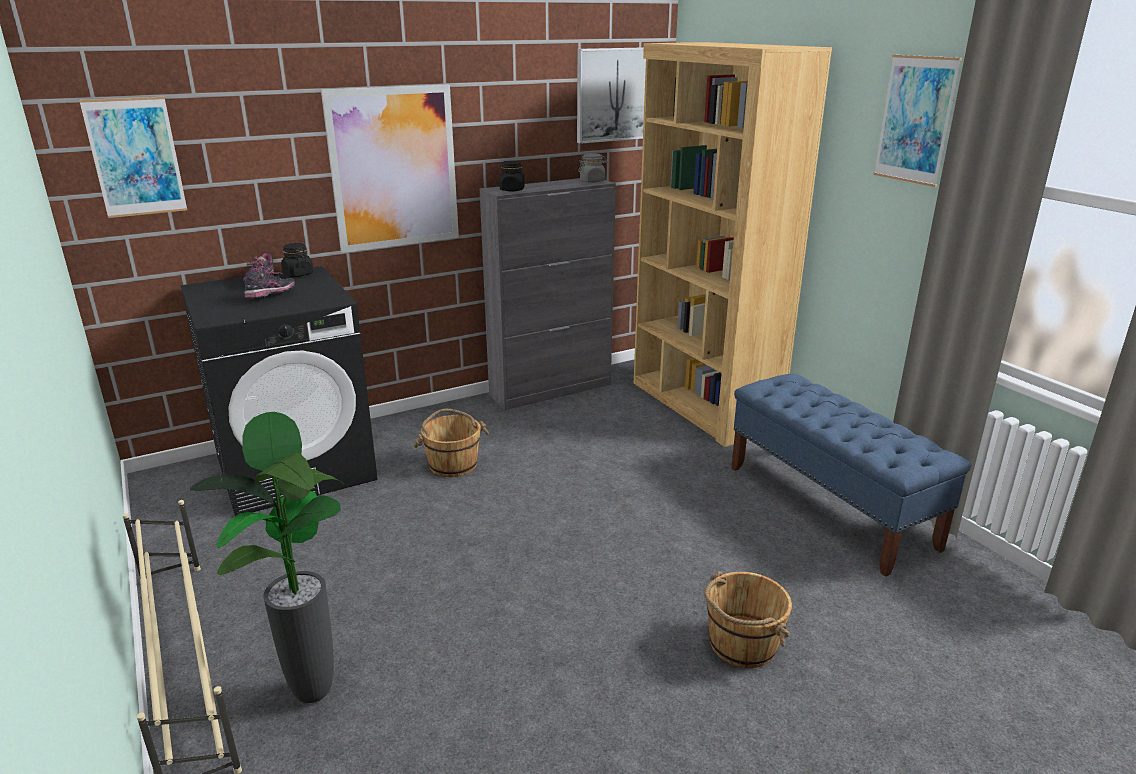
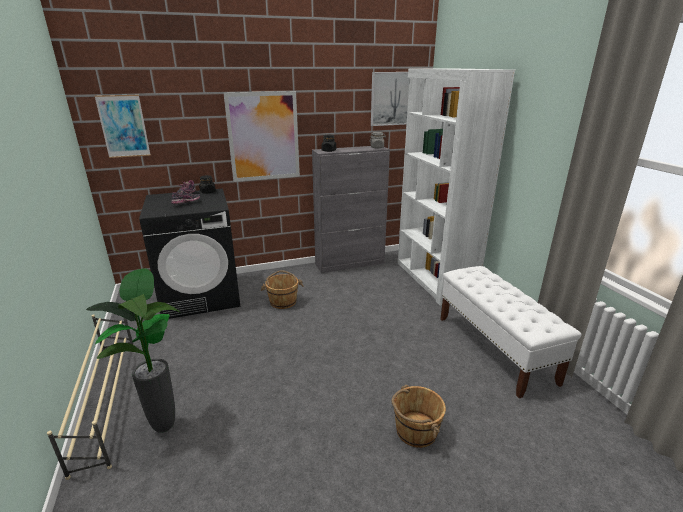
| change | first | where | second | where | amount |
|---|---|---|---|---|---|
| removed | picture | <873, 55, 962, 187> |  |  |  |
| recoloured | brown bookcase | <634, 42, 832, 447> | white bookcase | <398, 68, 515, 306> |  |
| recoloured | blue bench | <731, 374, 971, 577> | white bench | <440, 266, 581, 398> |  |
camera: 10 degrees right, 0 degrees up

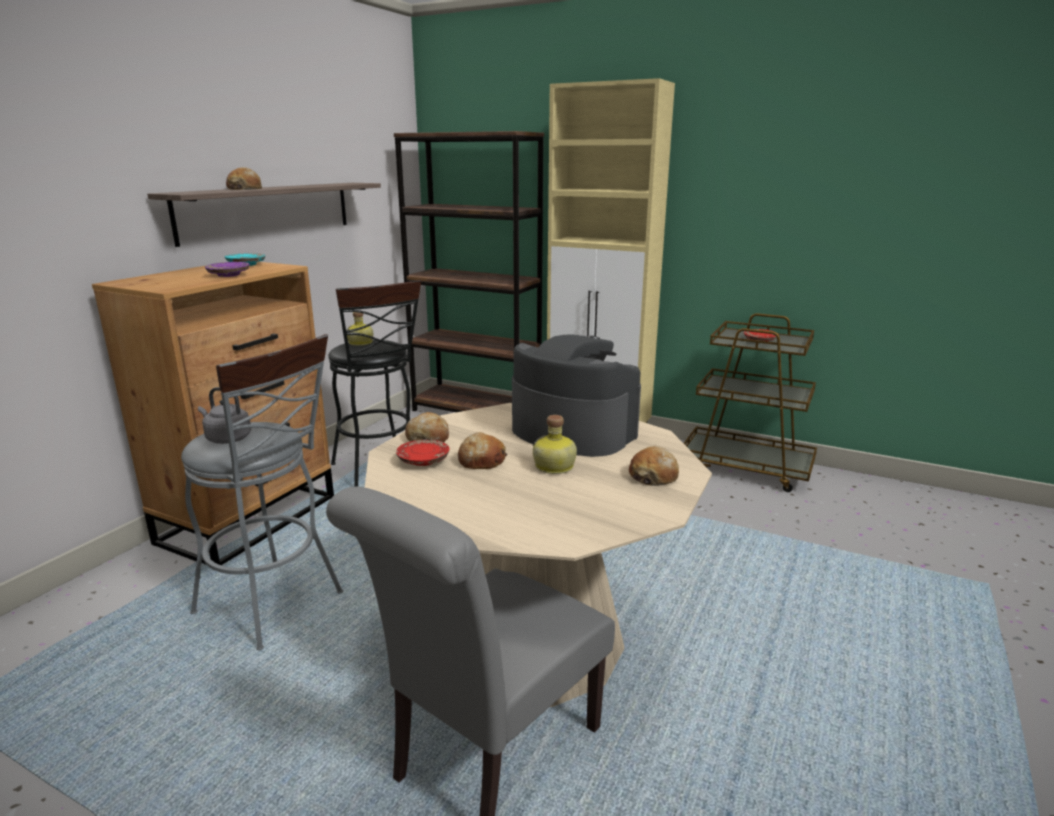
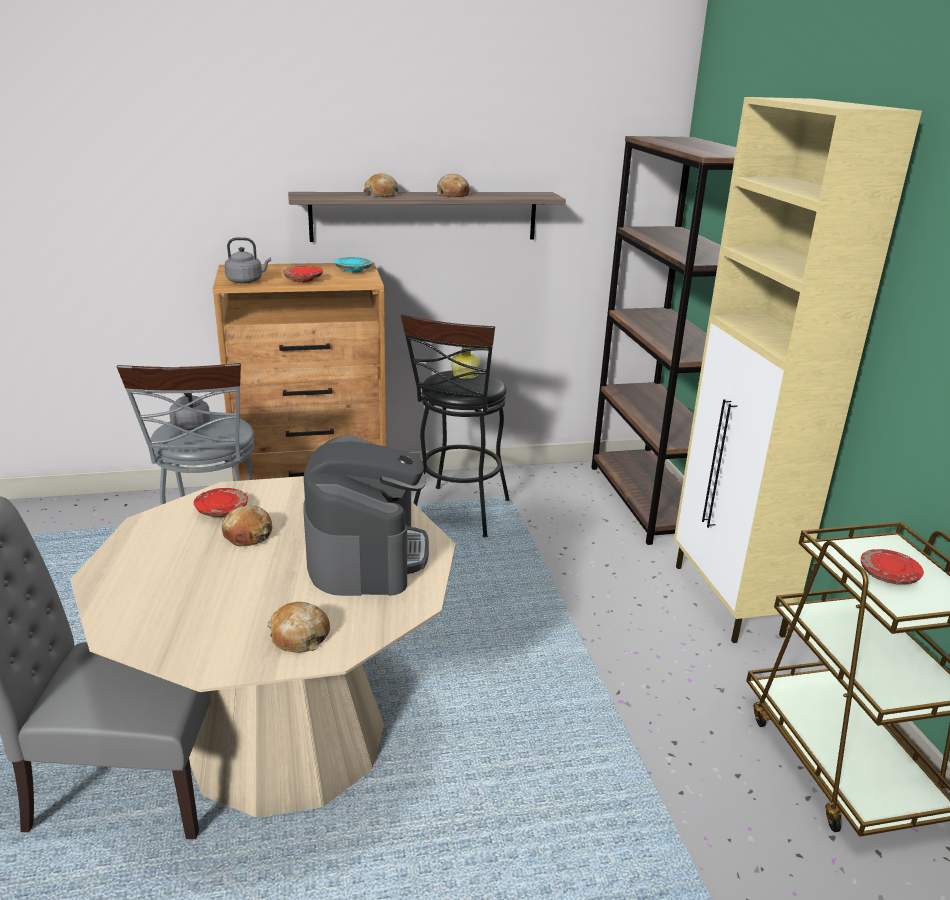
| change | first | where | second | where | amount |
|---|---|---|---|---|---|
| removed | bottle | <533, 415, 577, 474> |  |  |  |
| added |  |  | grey kettle | <225, 237, 271, 284> |  |
| moved | bread | <405, 412, 449, 442> |  | <437, 174, 470, 197> |  |
| recoloured | purple plate | <205, 262, 249, 277> | red plate | <283, 266, 323, 282> |  |
camera: 50 degrees right, 5 degrees up

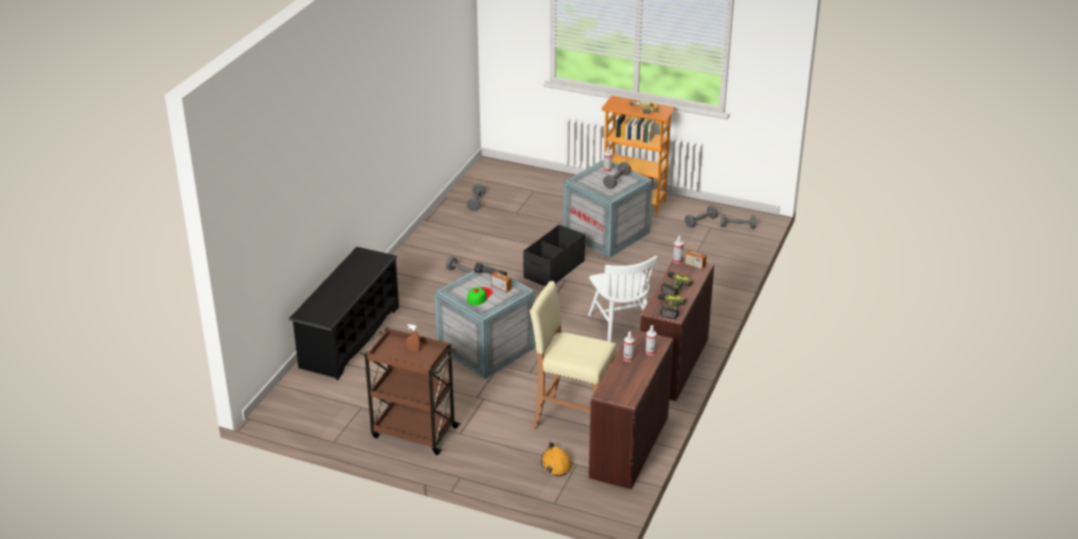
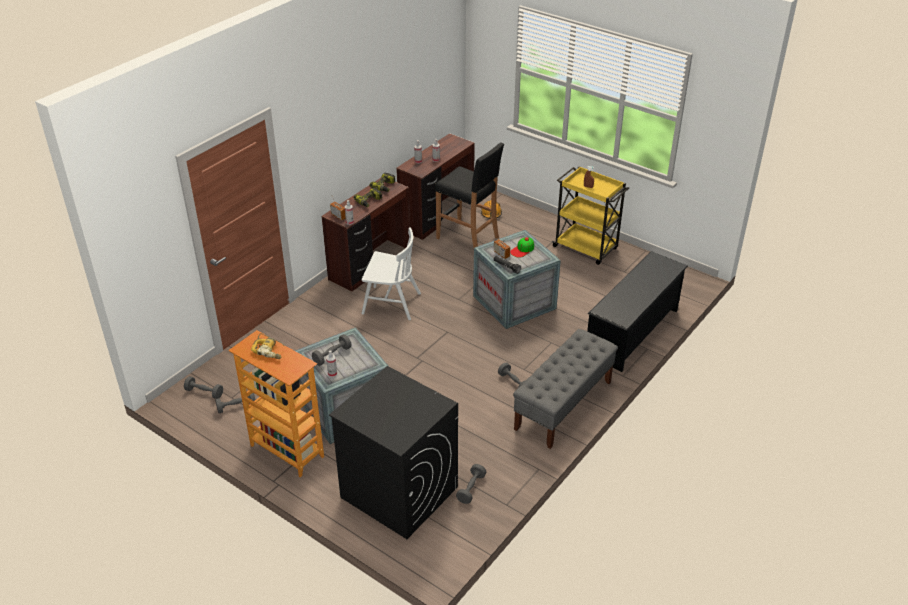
| change | first | where | second | where | amount |
|---|---|---|---|---|---|
| removed | black storage box | <523, 225, 585, 287> |  |  |  |
| added |  |  | black washing machine | <329, 366, 458, 539> |  |
| added |  |  | grey bench | <513, 329, 618, 449> |  |
| recoloured | brown cart | <360, 327, 461, 455> | yellow cart | <551, 166, 629, 265> |  |
| recoloured | beige stool | <530, 281, 617, 429> | black stool | <435, 142, 504, 248> |  |
| turned | white chair | <588, 256, 657, 342> |  | <361, 227, 421, 320> | 105 degrees clockwise |
camera: 165 degrees left, 5 degrees up

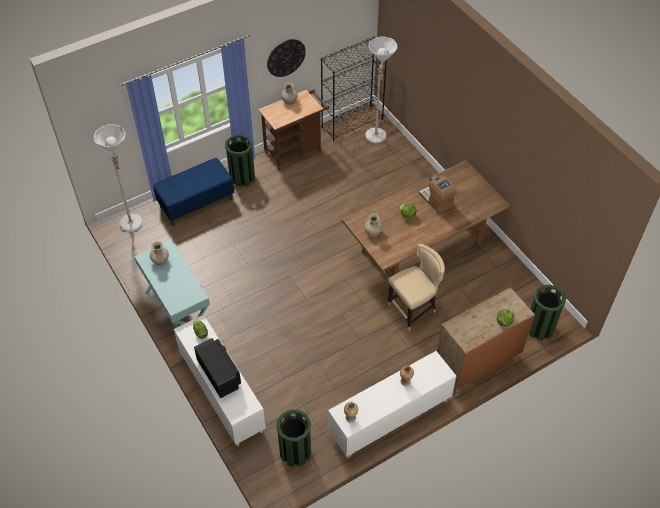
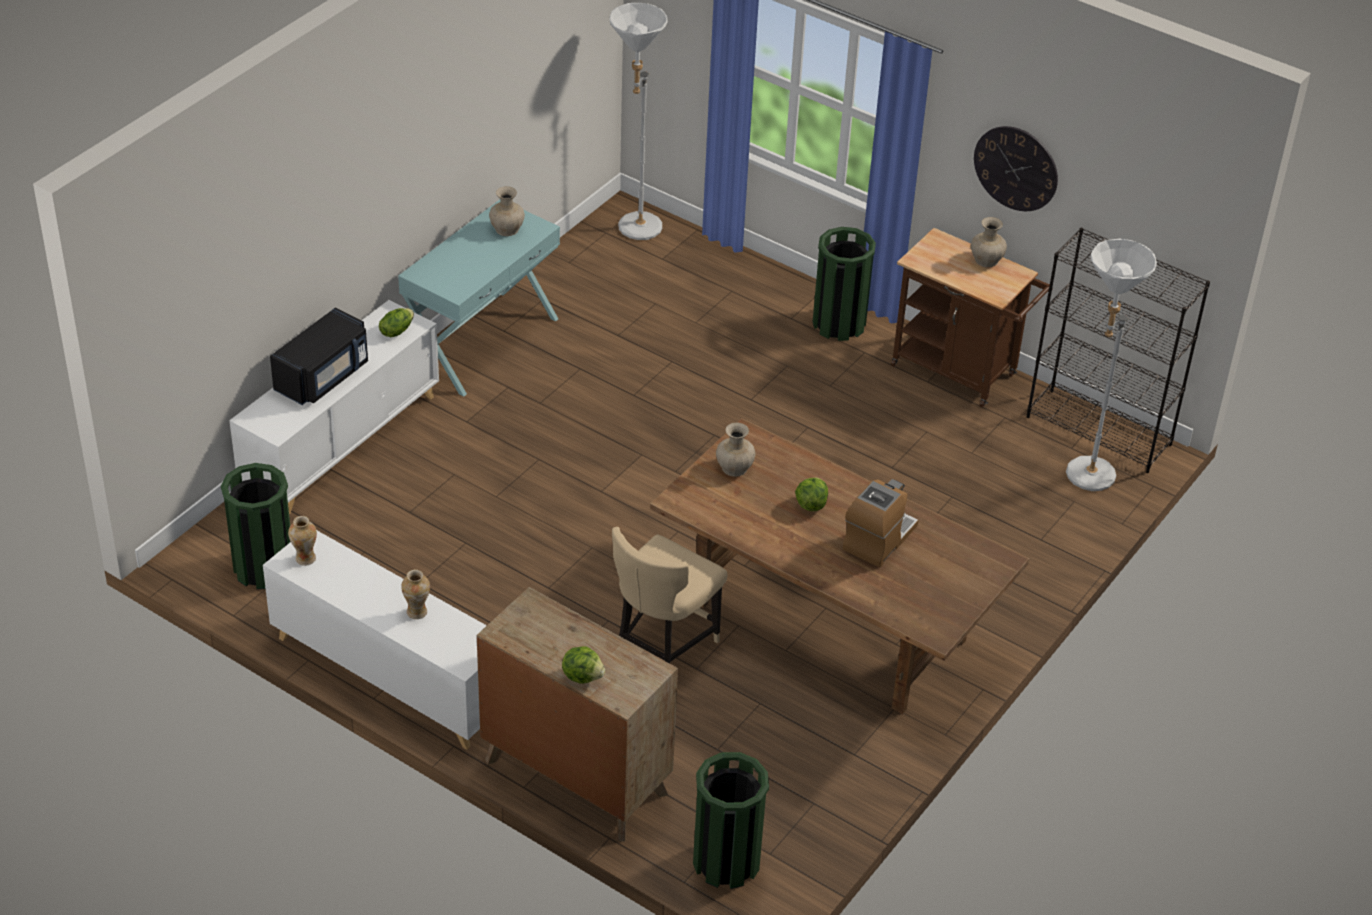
| change | first | where | second | where | amount |
|---|---|---|---|---|---|
| removed | blue bench | <153, 158, 234, 226> |  |  |  |
| turned | beige chair | <388, 244, 445, 331> |  | <612, 527, 727, 663> | 90 degrees clockwise |
camera: 65 degrees right, 10 degrees down

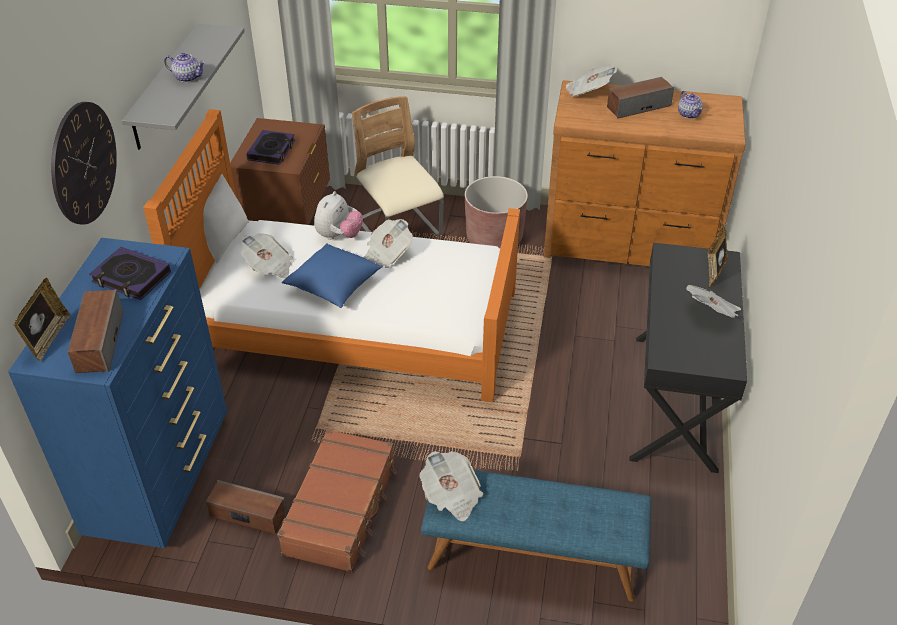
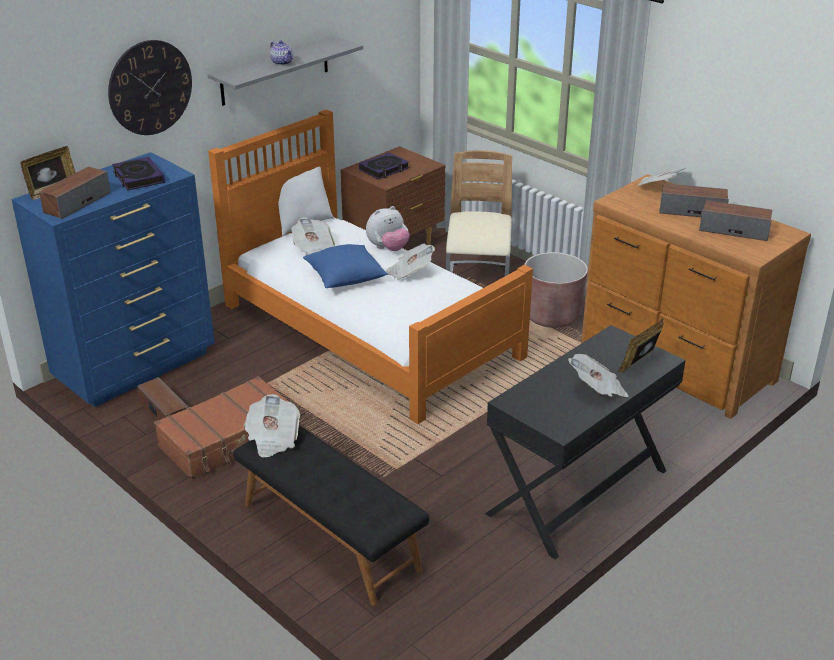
| change | first | where | second | where | amount |
|---|---|---|---|---|---|
| replaced | teapot | <678, 91, 703, 119> | speaker | <699, 200, 772, 241> |  |
| recoloured | blue bench | <421, 470, 651, 602> | black bench | <233, 425, 429, 606> |  |
camera: 35 degrees right, 10 degrees down

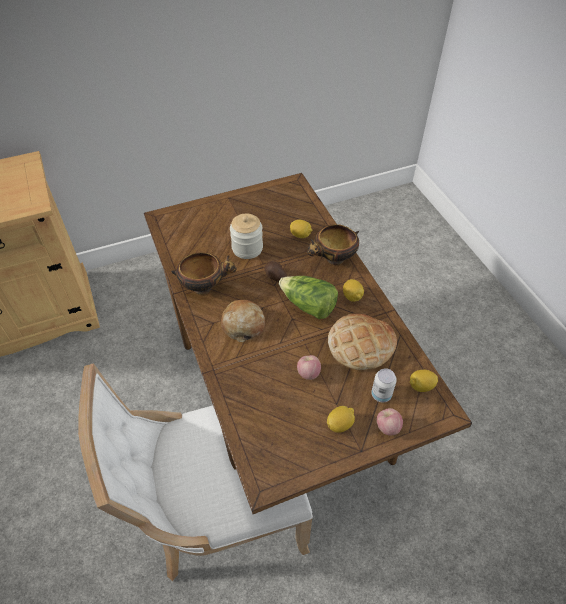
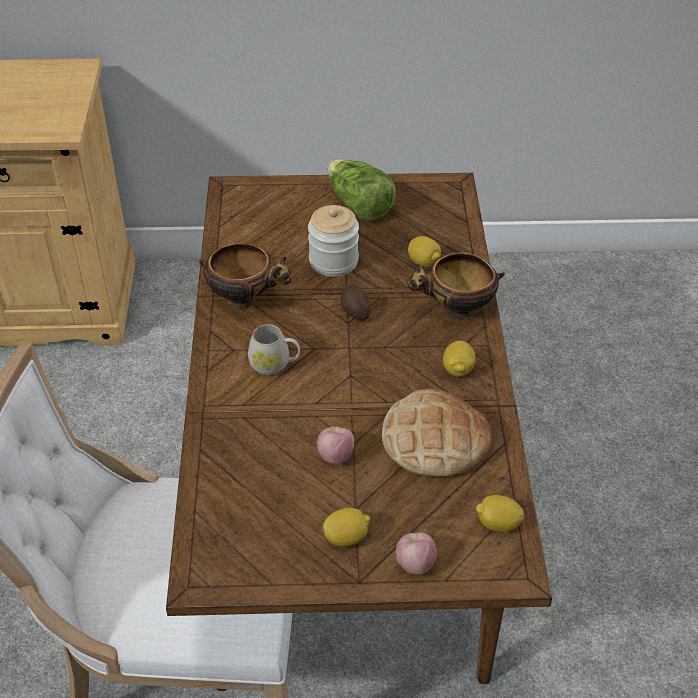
| change | first | where | second | where | amount |
|---|---|---|---|---|---|
| removed | can | <371, 368, 397, 402> |  |  |  |
| moved | lettuce | <279, 276, 338, 319> |  | <328, 159, 396, 221> |  |
| replaced | bread | <221, 300, 265, 342> | white mug | <248, 324, 300, 375> |  |
camera: 20 degrees right, 5 degrees down

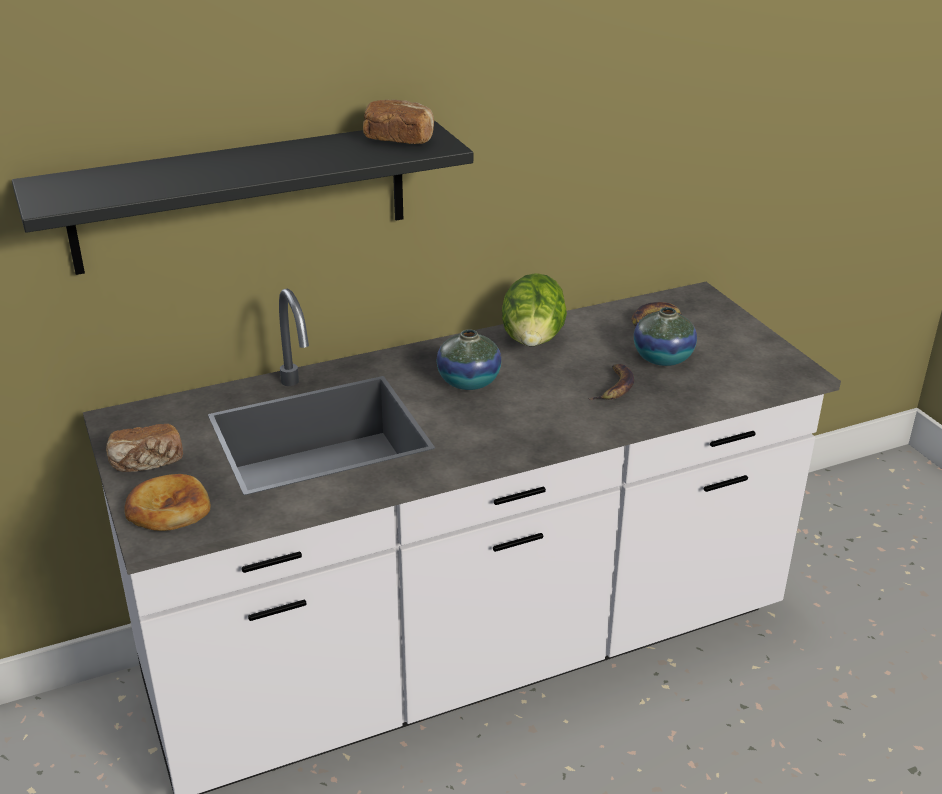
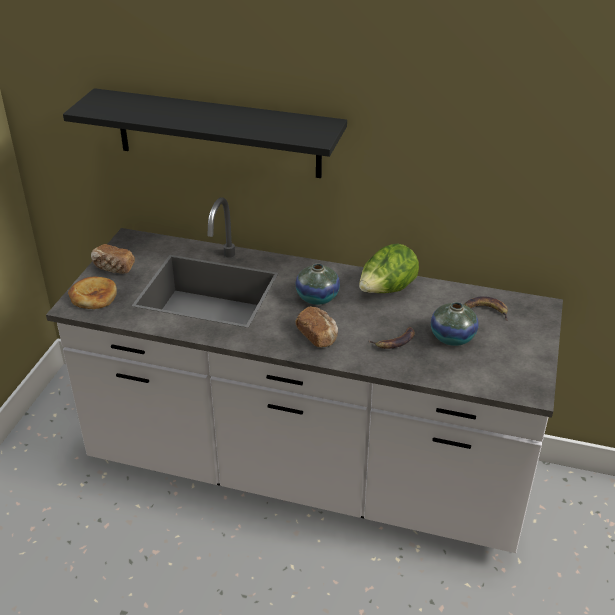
| change | first | where | second | where | amount |
|---|---|---|---|---|---|
| moved | bread | <363, 100, 434, 144> |  | <295, 306, 338, 347> |  |
camera: 40 degrees right, 5 degrees up

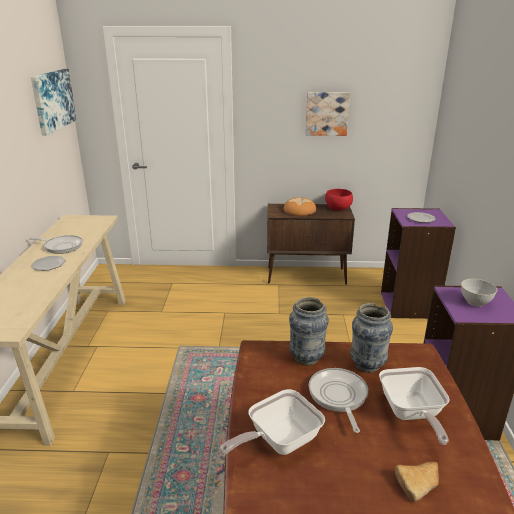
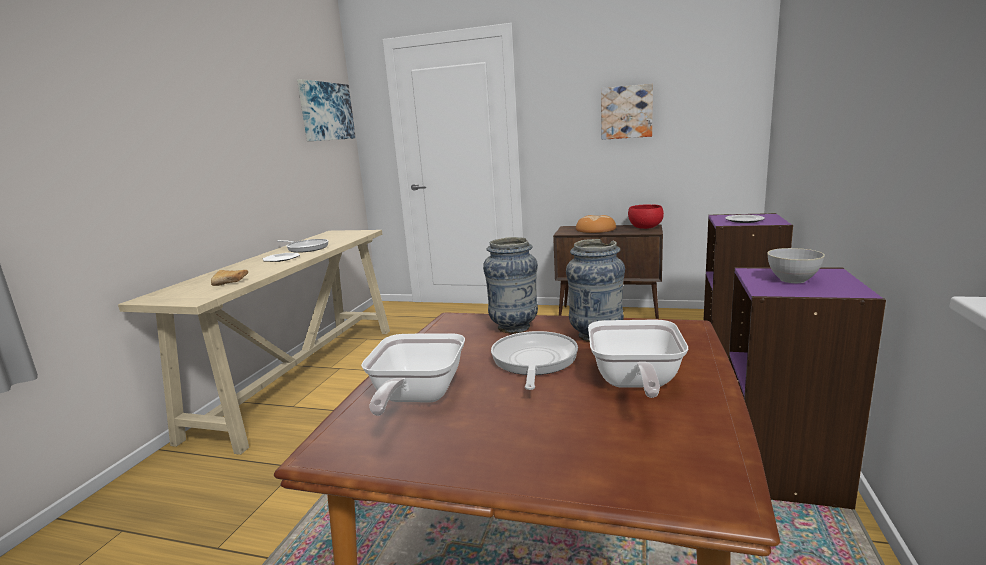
| change | first | where | second | where | amount |
|---|---|---|---|---|---|
| moved | bread | <395, 462, 439, 502> |  | <211, 270, 248, 286> |  |
| turned | frying pan | <220, 389, 325, 455> |  | <361, 333, 465, 416> | 60 degrees counterclockwise |
camera: 15 degrees right, 10 degrees down

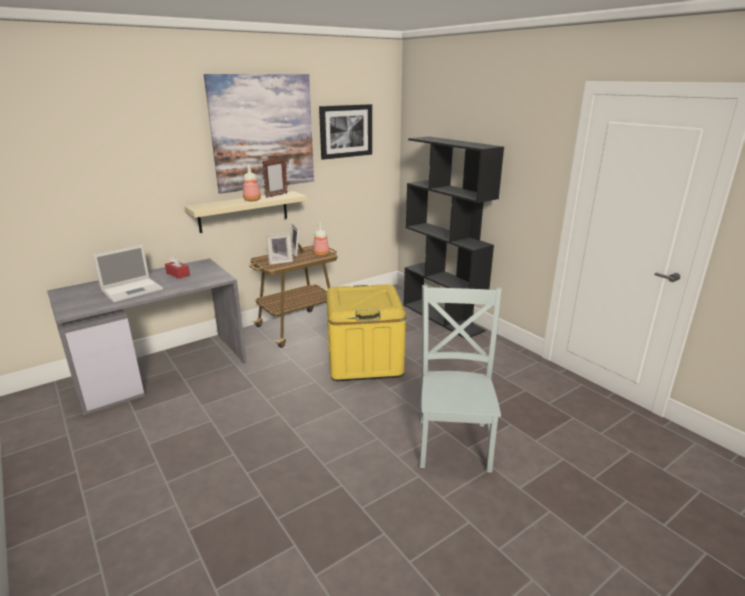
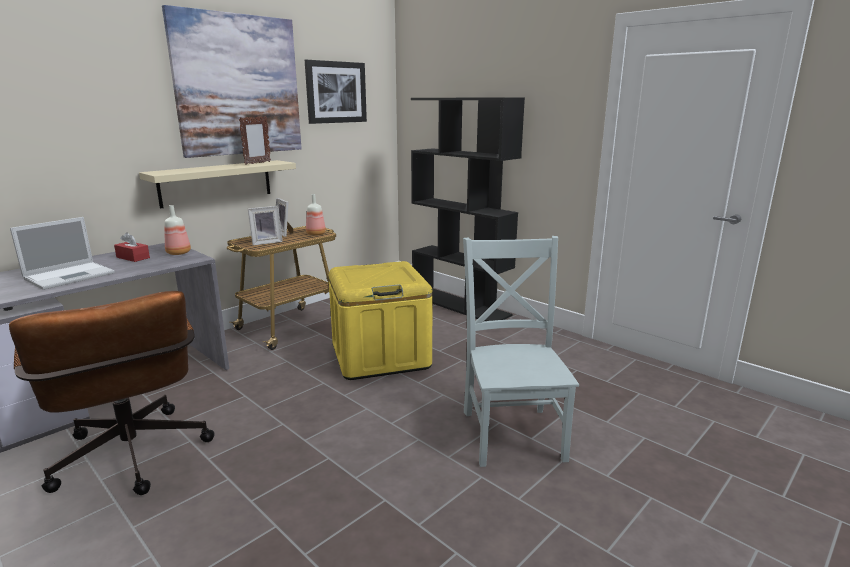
| change | first | where | second | where | amount |
|---|---|---|---|---|---|
| added |  |  | brown office chair | <9, 291, 215, 495> |  |
| moved | bottle | <243, 164, 261, 201> |  | <164, 205, 191, 255> |  |
camera: 10 degrees left, 5 degrees down

